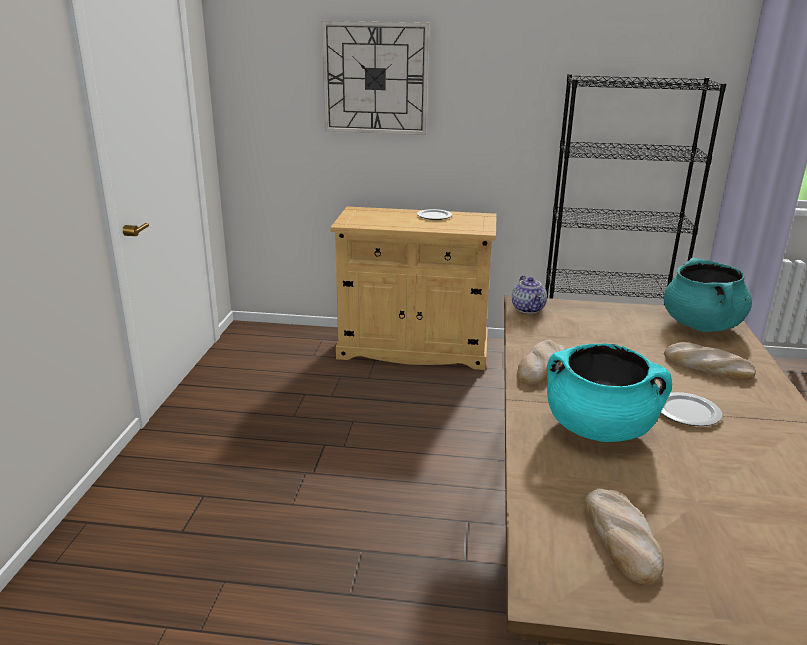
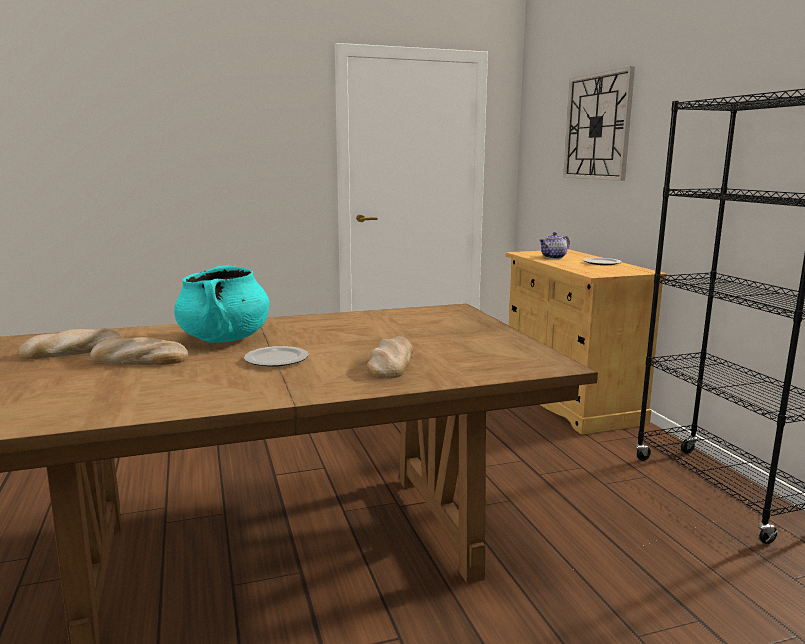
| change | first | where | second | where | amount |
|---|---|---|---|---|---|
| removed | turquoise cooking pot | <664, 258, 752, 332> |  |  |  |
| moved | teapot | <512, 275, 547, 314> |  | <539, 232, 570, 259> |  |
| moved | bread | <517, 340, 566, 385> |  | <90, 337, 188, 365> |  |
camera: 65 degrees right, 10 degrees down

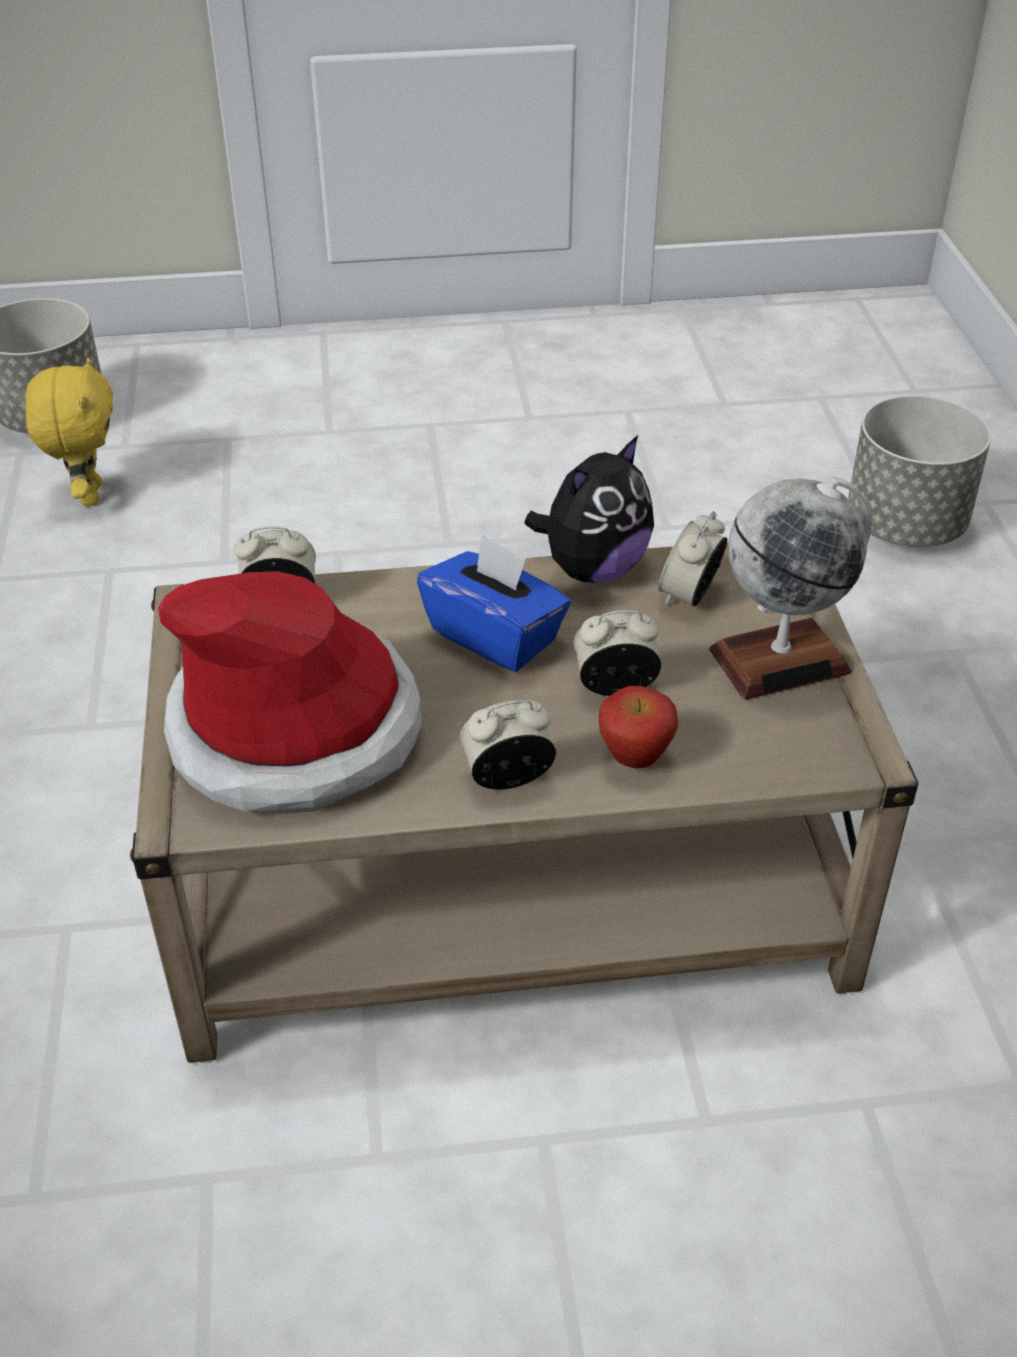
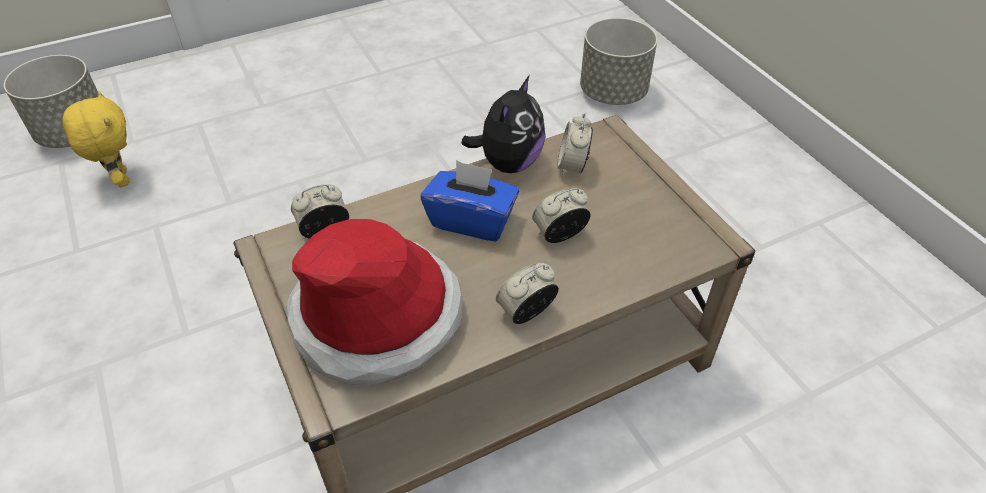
| change | first | where | second | where | amount |
|---|---|---|---|---|---|
| removed | apple | <599, 686, 678, 768> |  |  |  |
| removed | globe | <709, 476, 872, 700> |  |  |  |
camera: 20 degrees left, 5 degrees up

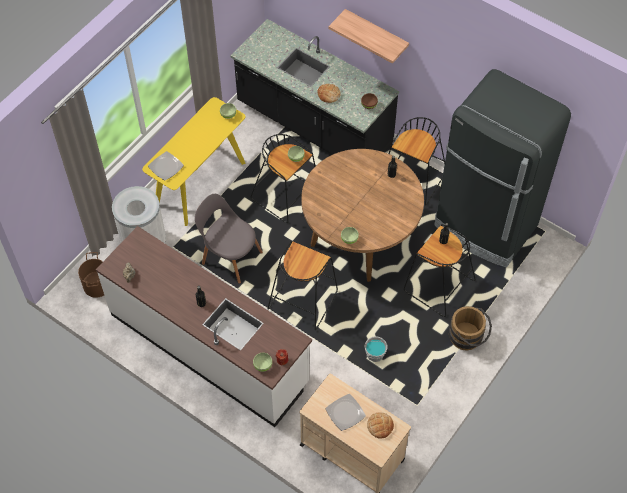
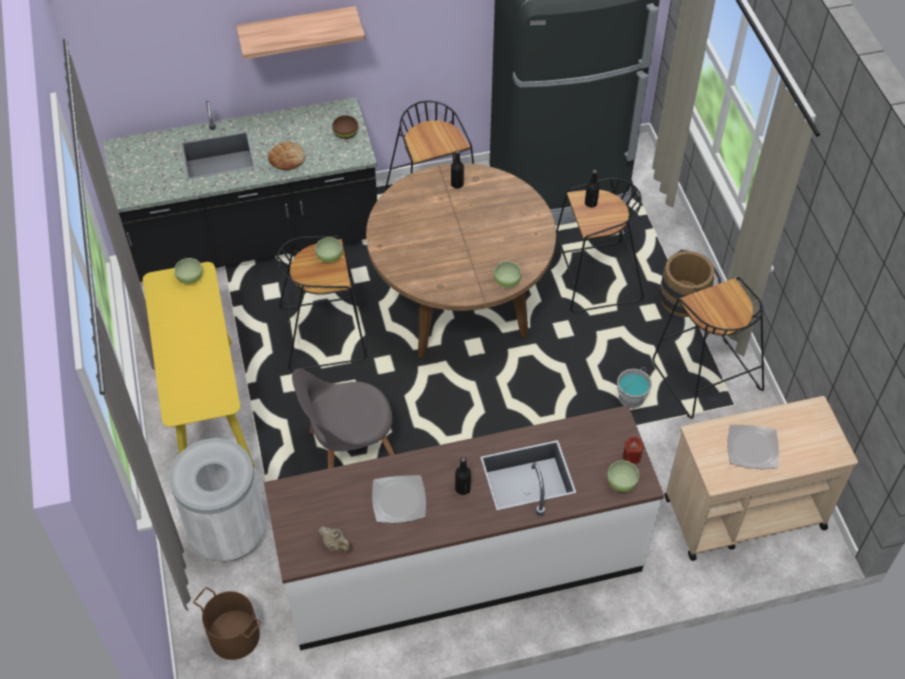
| change | first | where | second | where | amount |
|---|---|---|---|---|---|
| removed | bread | <367, 412, 394, 439> |  |  |  |
| moved | plate | <148, 151, 184, 180> |  | <372, 475, 426, 523> |  |
| moved | black stool | <267, 241, 338, 330> |  | <653, 277, 764, 419> |  |
camera: 50 degrees left, 5 degrees down

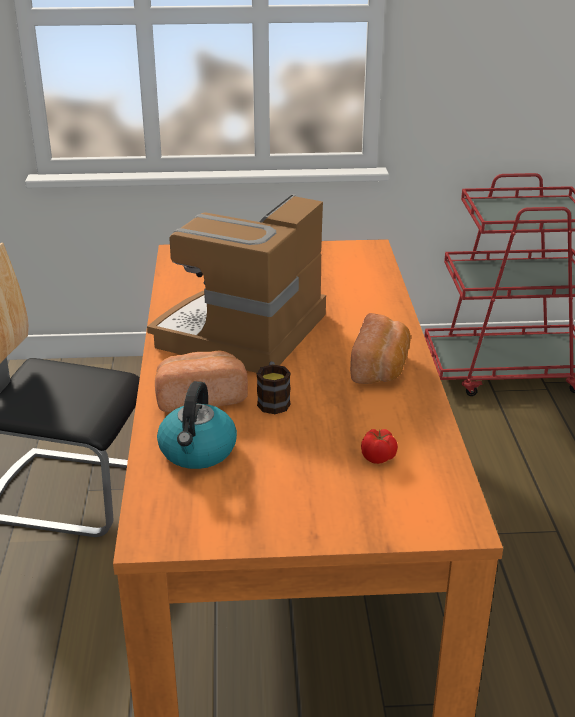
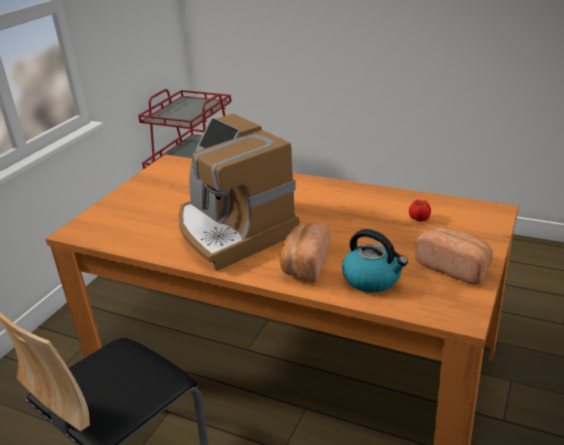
| change | first | where | second | where | amount |
|---|---|---|---|---|---|
| removed | mug | <257, 361, 291, 414> |  |  |  |
| moved | bread | <350, 313, 411, 384> |  | <415, 227, 493, 284> |  |
camera: 60 degrees left, 0 degrees up

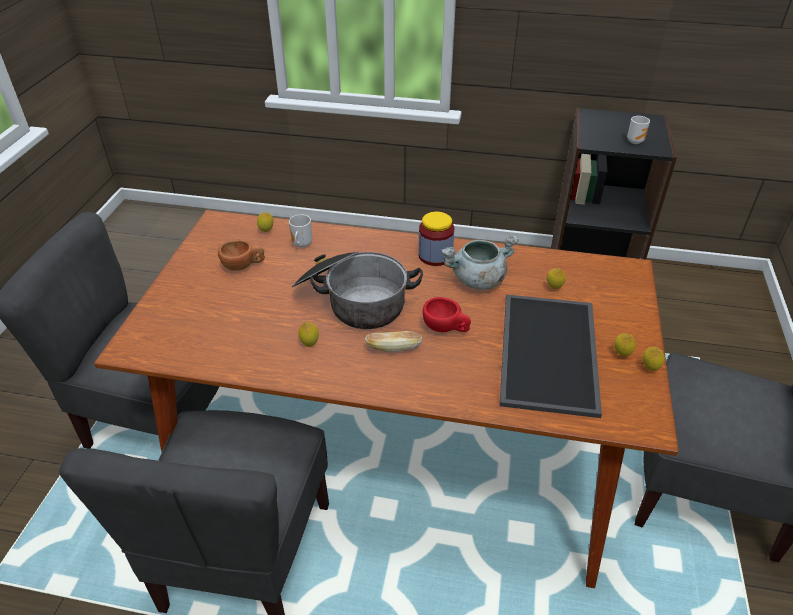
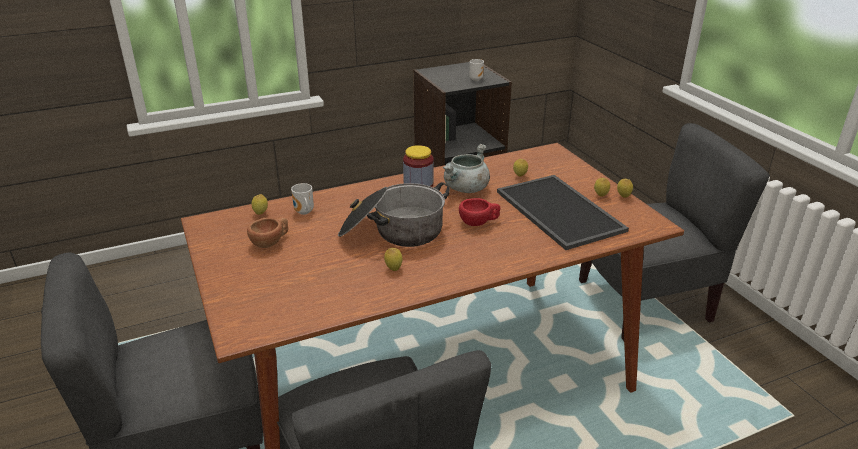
| change | first | where | second | where | amount |
|---|---|---|---|---|---|
| removed | bread | <365, 331, 422, 352> |  |  |  |
camera: 35 degrees left, 10 degrees down

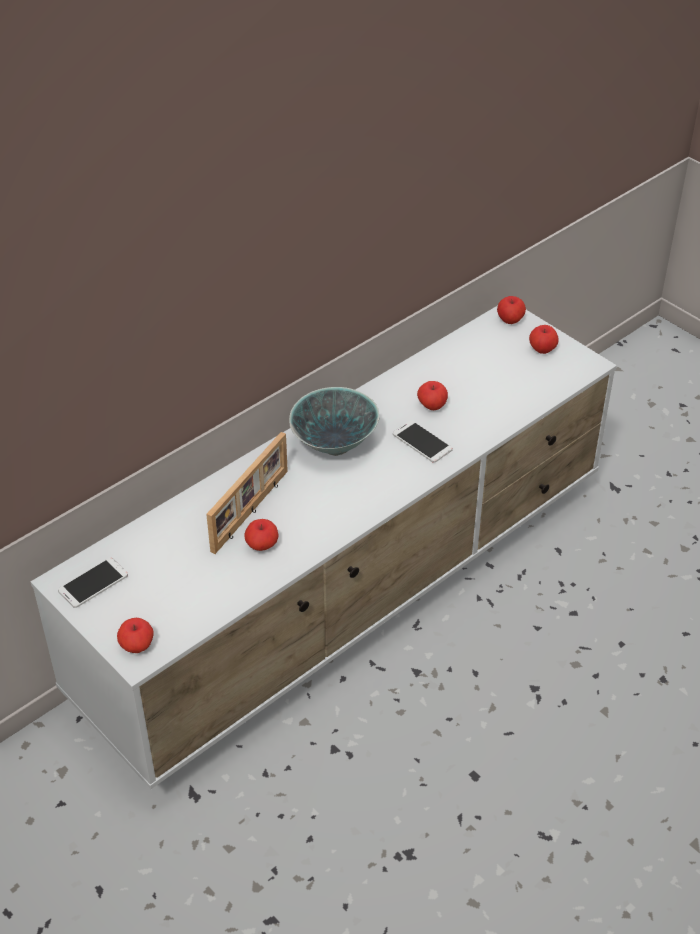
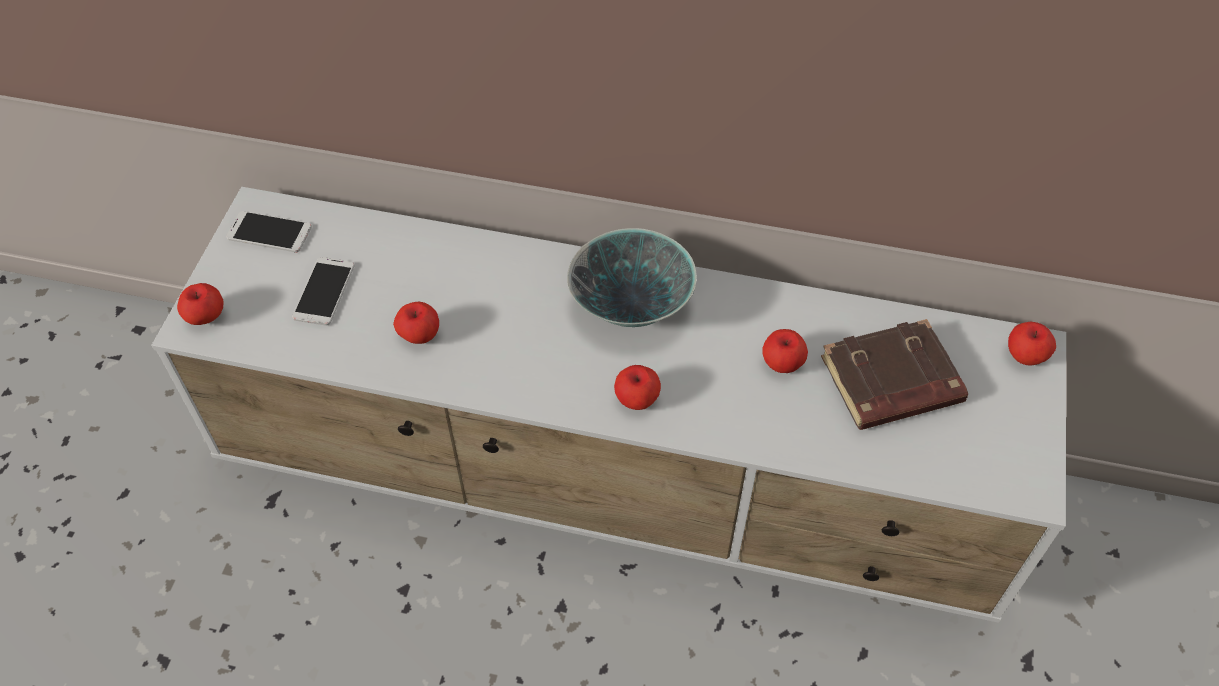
| change | first | where | second | where | amount |
|---|---|---|---|---|---|
| removed | picture frame | <206, 432, 288, 554> |  |  |  |
| added |  |  | brown book | <821, 319, 968, 430> |  |
| moved | phone | <393, 420, 453, 463> |  | <292, 257, 355, 326> |  |
| moved | apple | <529, 325, 559, 354> |  | <614, 365, 661, 410> |  |
camera: 55 degrees right, 10 degrees up

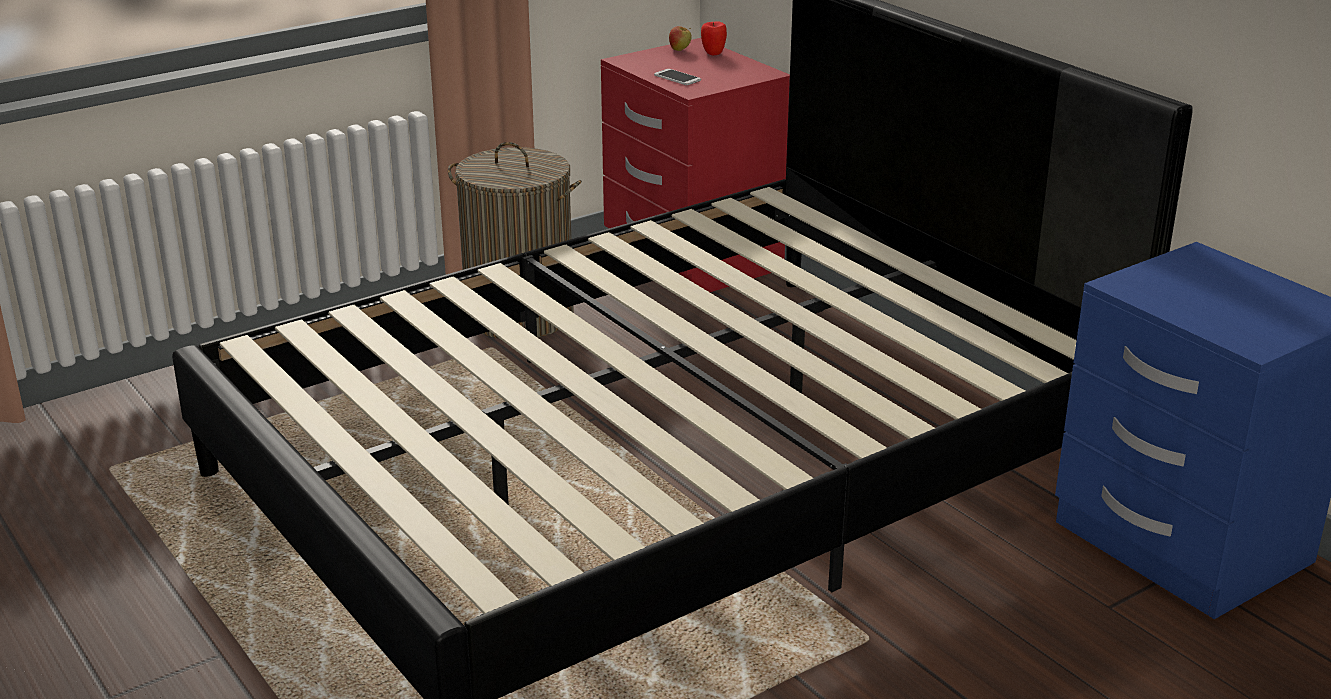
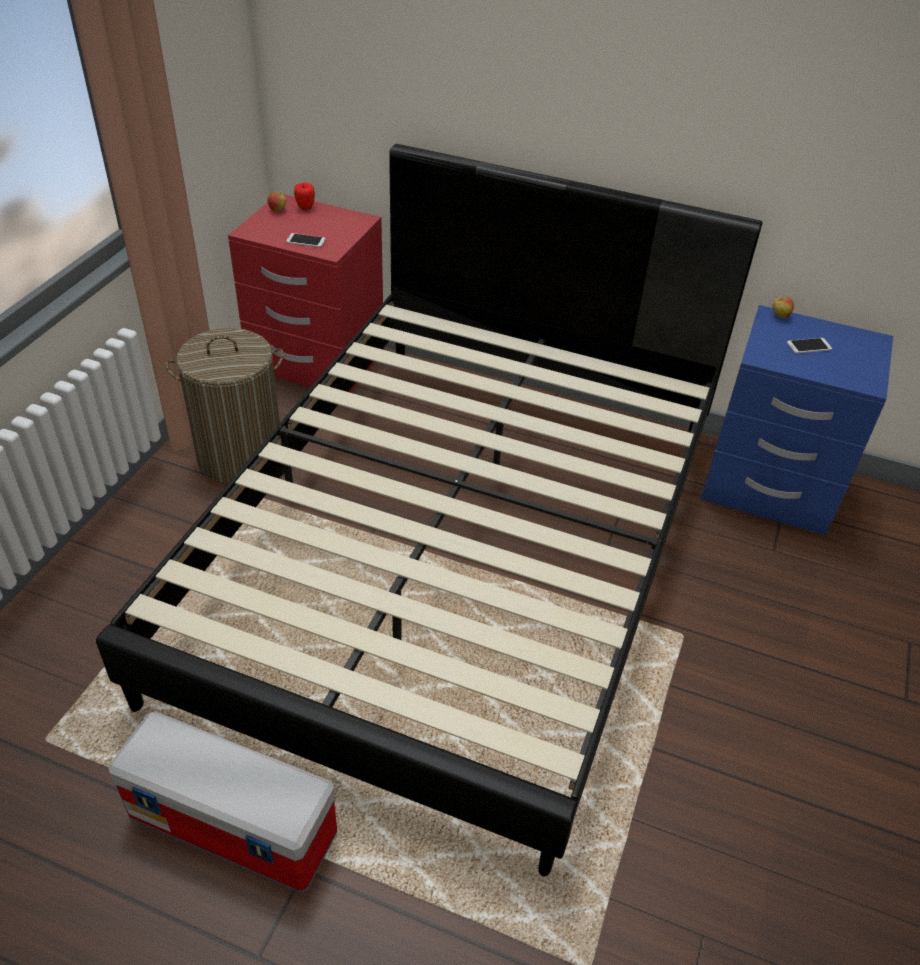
| change | first | where | second | where | amount |
|---|---|---|---|---|---|
| added |  |  | storage box | <108, 711, 337, 893> |  |
| added |  |  | apple | <773, 296, 794, 318> |  |
| added |  |  | phone | <787, 338, 832, 353> |  |
camera: 35 degrees left, 15 degrees up

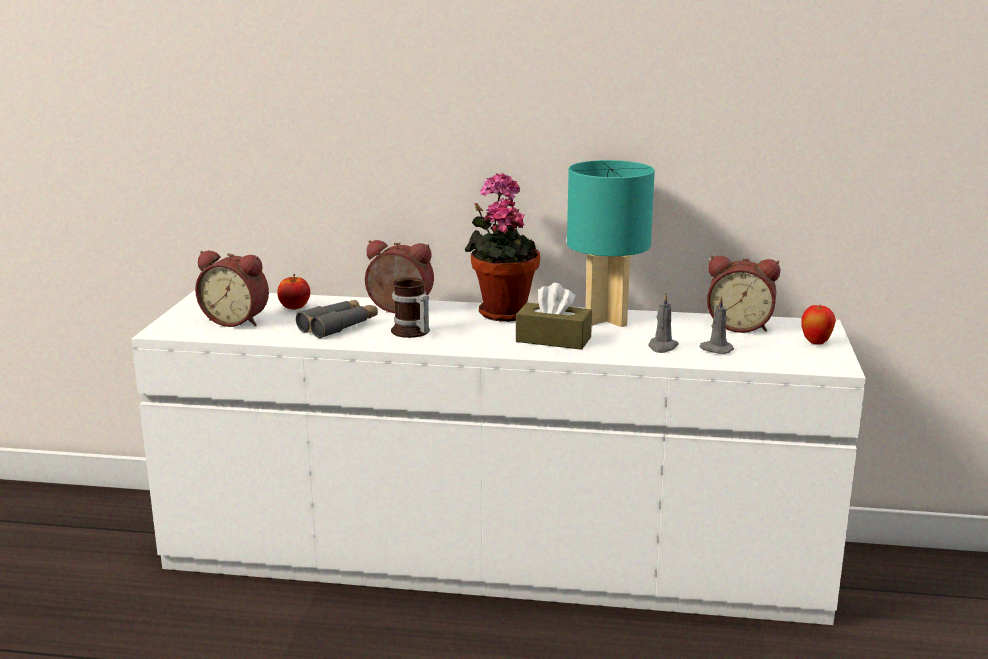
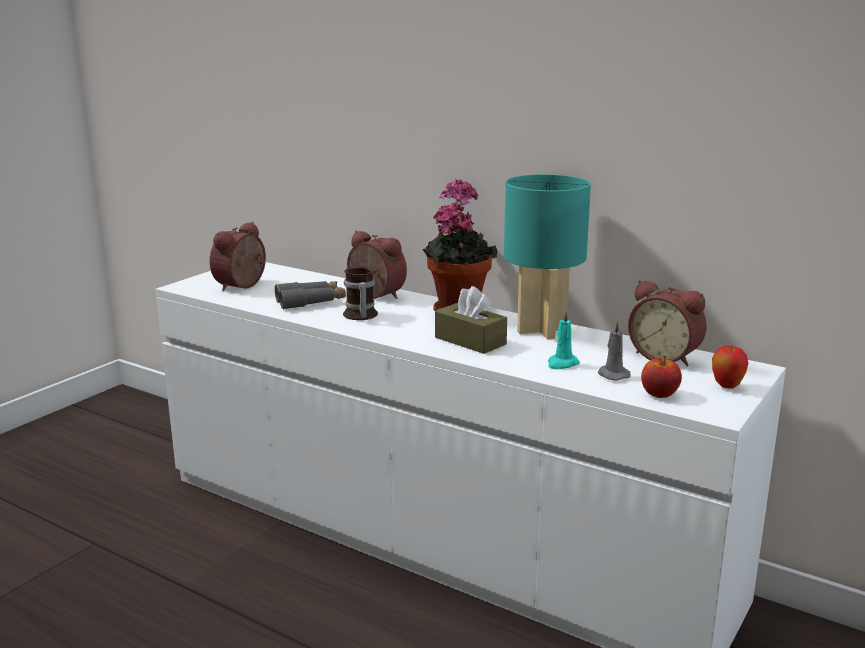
| change | first | where | second | where | amount |
|---|---|---|---|---|---|
| moved | apple | <277, 274, 310, 310> |  | <641, 356, 682, 398> |  |
| recoloured | grey candle | <648, 293, 679, 353> | turquoise candle | <548, 310, 580, 369> |  |
| turned | alarm clock | <195, 251, 269, 327> |  | <210, 222, 266, 291> | 75 degrees clockwise |
camera: 25 degrees right, 0 degrees up

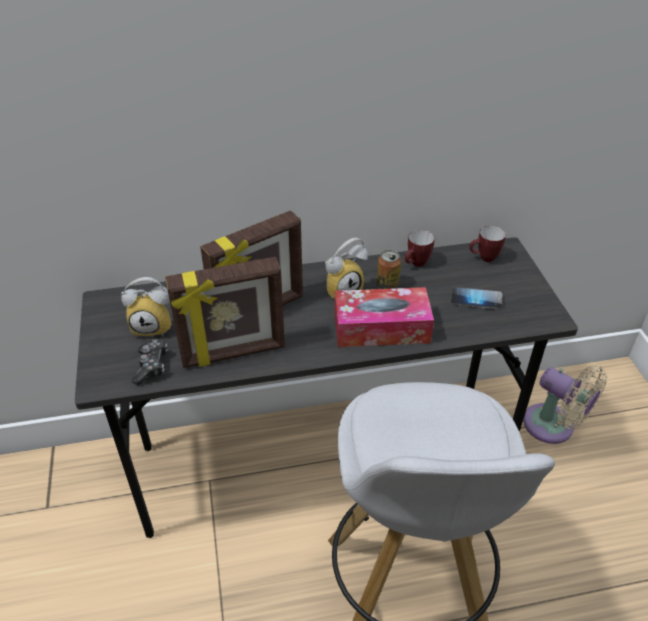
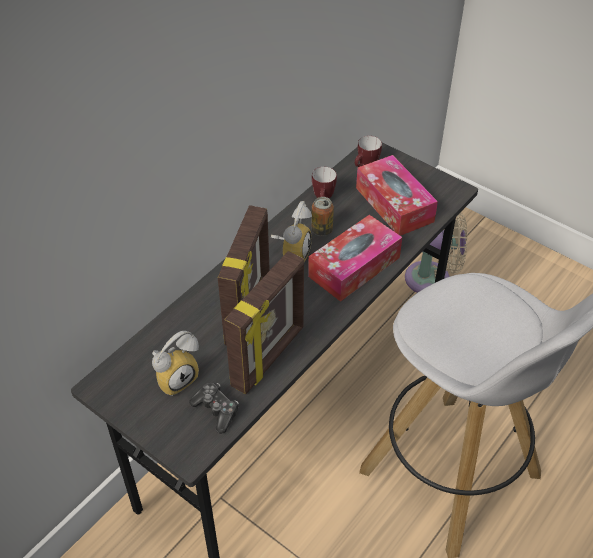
| change | first | where | second | where | amount |
|---|---|---|---|---|---|
| replaced | phone | <450, 287, 502, 310> | tissue box | <356, 155, 438, 236> |  |
camera: 40 degrees left, 5 degrees up

